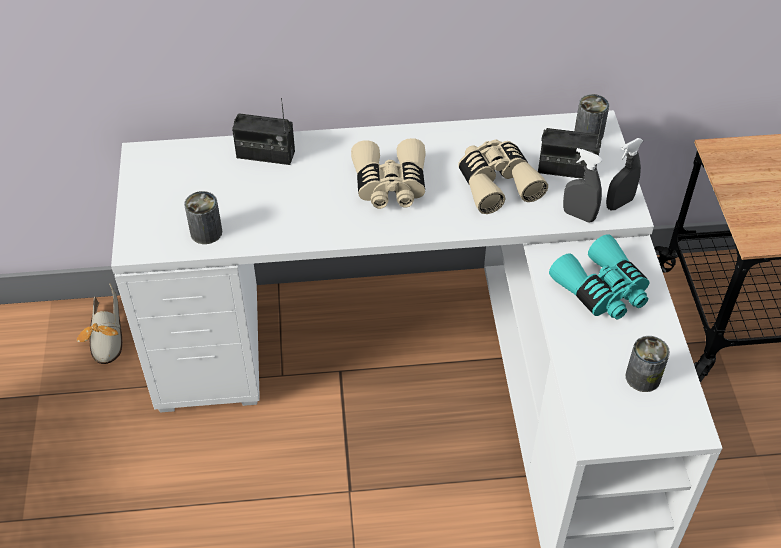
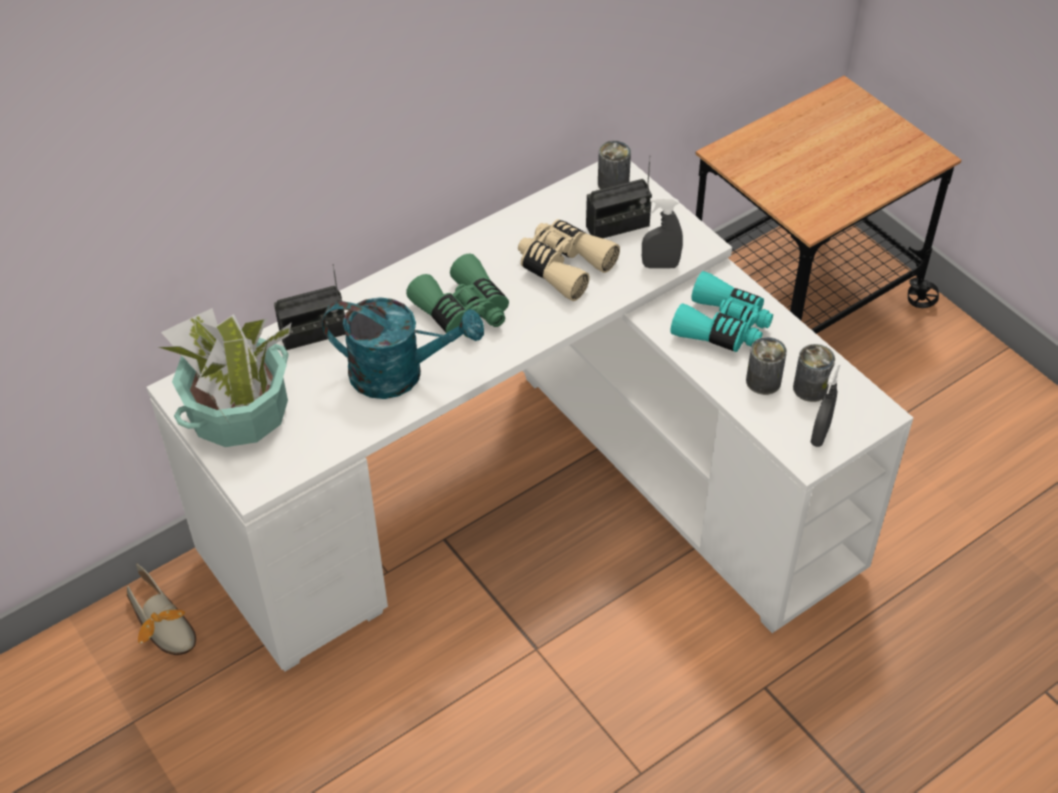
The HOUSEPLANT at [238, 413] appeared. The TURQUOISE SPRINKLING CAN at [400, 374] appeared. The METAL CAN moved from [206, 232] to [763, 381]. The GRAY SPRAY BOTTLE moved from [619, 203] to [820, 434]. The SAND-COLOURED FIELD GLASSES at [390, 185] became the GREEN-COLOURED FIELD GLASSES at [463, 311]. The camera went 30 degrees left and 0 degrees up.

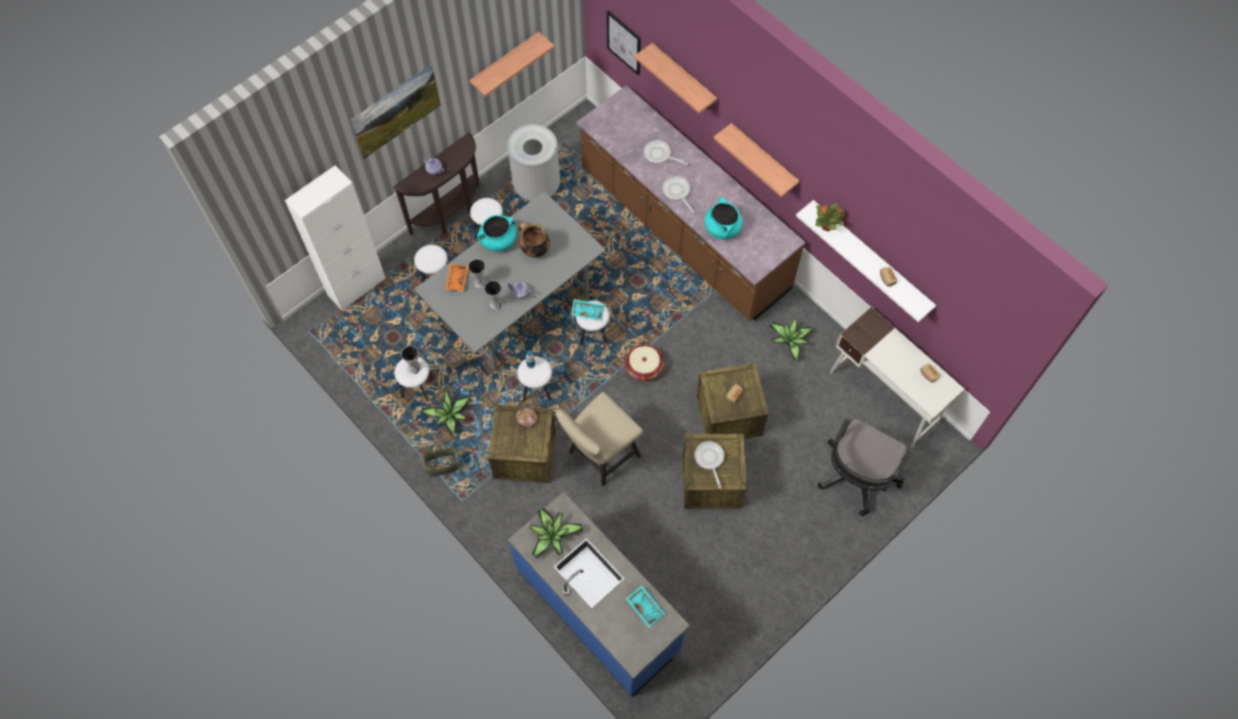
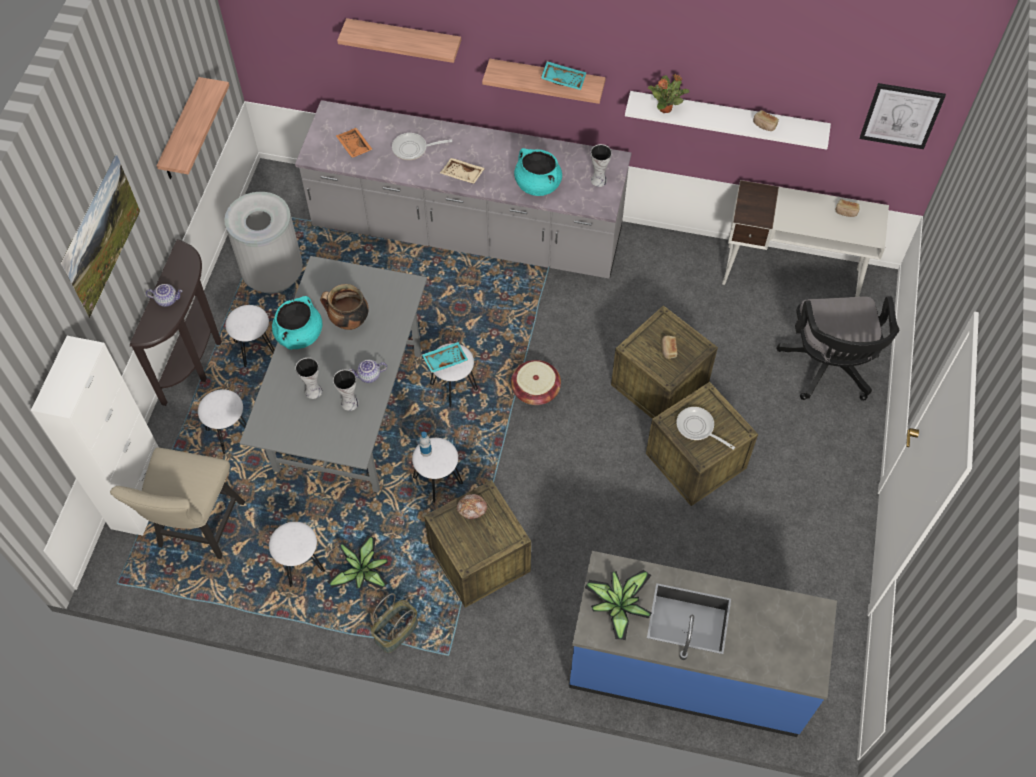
The HOUSEPLANT at [790, 340] disappeared. The DECORATIVE VASE moved from [415, 367] to [598, 179]. The ORANGE CARRYING TRAY moved from [456, 279] to [354, 147]. The SAND-COLOURED CHAIR moved from [600, 456] to [198, 530]. The WALL ART moved from [624, 42] to [901, 115]. The TURQUOISE CARRYING TRAY moved from [646, 607] to [563, 79]. The PAN at [677, 192] was replaced by the SAND-COLOURED CARRYING TRAY at [462, 175]. The BROWNISH COUNTER at [683, 230] became the GRAY COUNTER at [467, 232]. The camera went 35 degrees left and 5 degrees down.

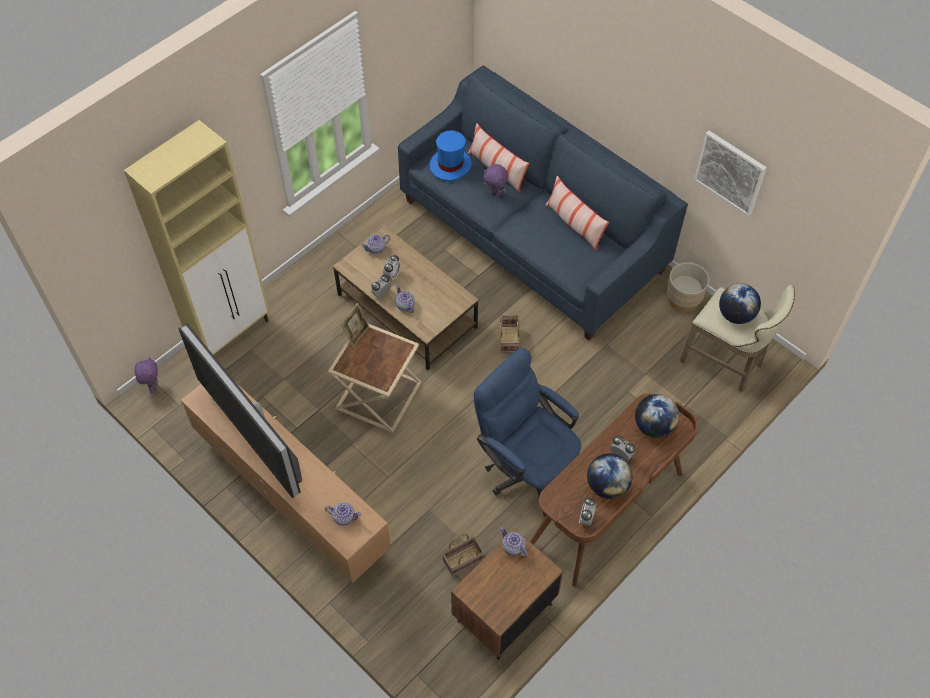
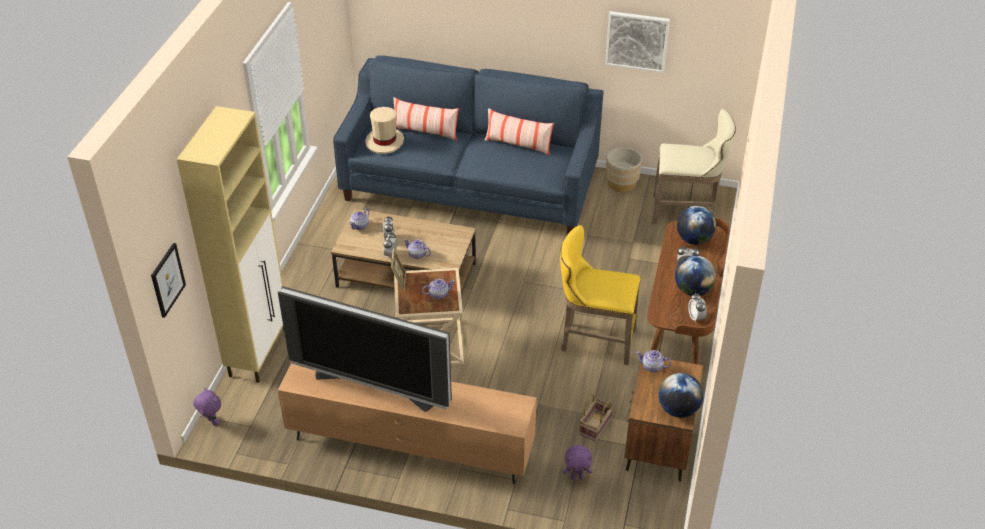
The HOUSEHOLD BASKET at [508, 339] disappeared. The WALL ART at [167, 280] appeared. The POT FOR TEA moved from [343, 517] to [438, 294]. The PURPLE-COLOURED PLUSH TOY moved from [495, 193] to [577, 477]. The GLOBE moved from [735, 315] to [678, 410]. The BLUISH OFFICE CHAIR at [526, 467] was replaced by the YELLOWISH STOOL at [593, 341]. The BLUISH WEARABLE HAT at [450, 165] became the SAND-COLOURED WEARABLE HAT at [385, 142]. The camera went 30 degrees left and 15 degrees down.

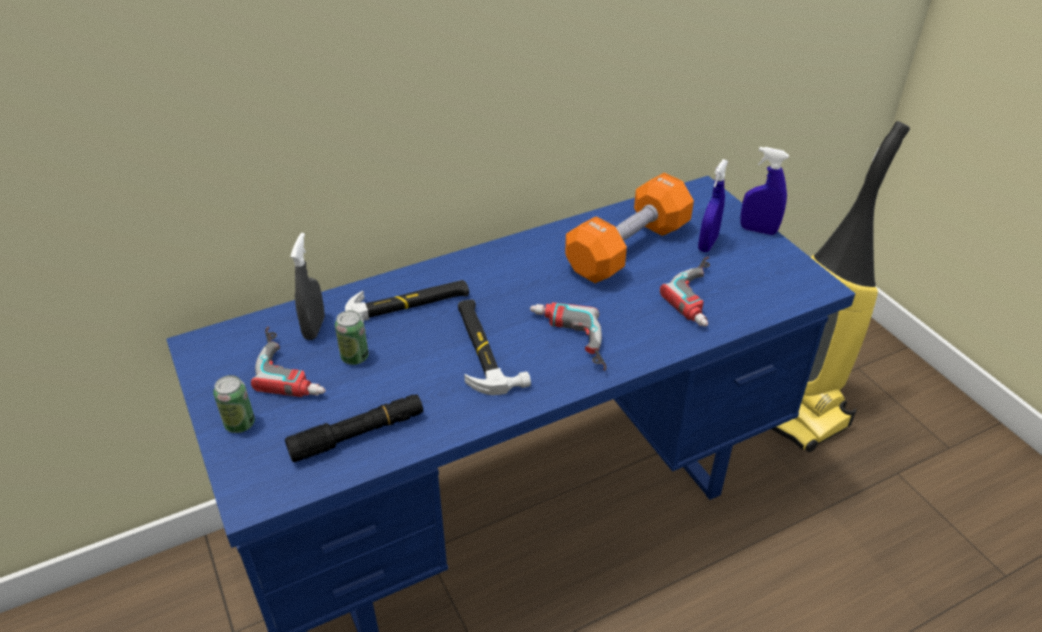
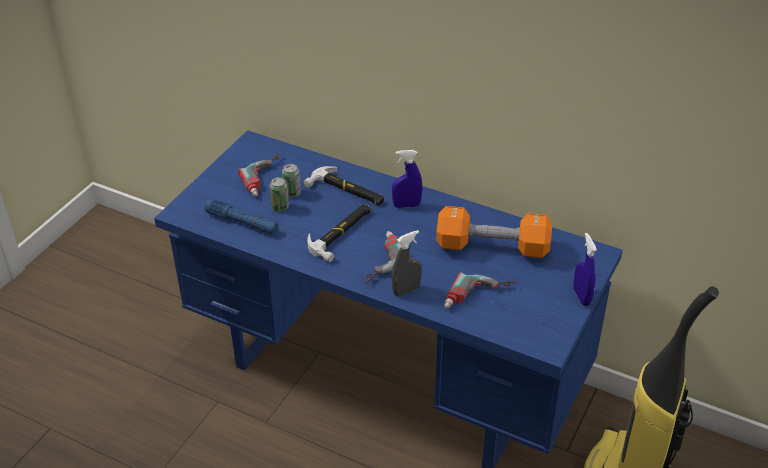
The METAL CAN moved from [240, 424] to [280, 207]. The GRAY SPRAY BOTTLE moved from [314, 328] to [406, 290]. The BLUISH SPRAY BOTTLE moved from [707, 244] to [406, 205]. The BLACK-COLOURED TORCH at [358, 435] became the BLUISH TORCH at [242, 223]. The camera went 55 degrees right and 0 degrees up.

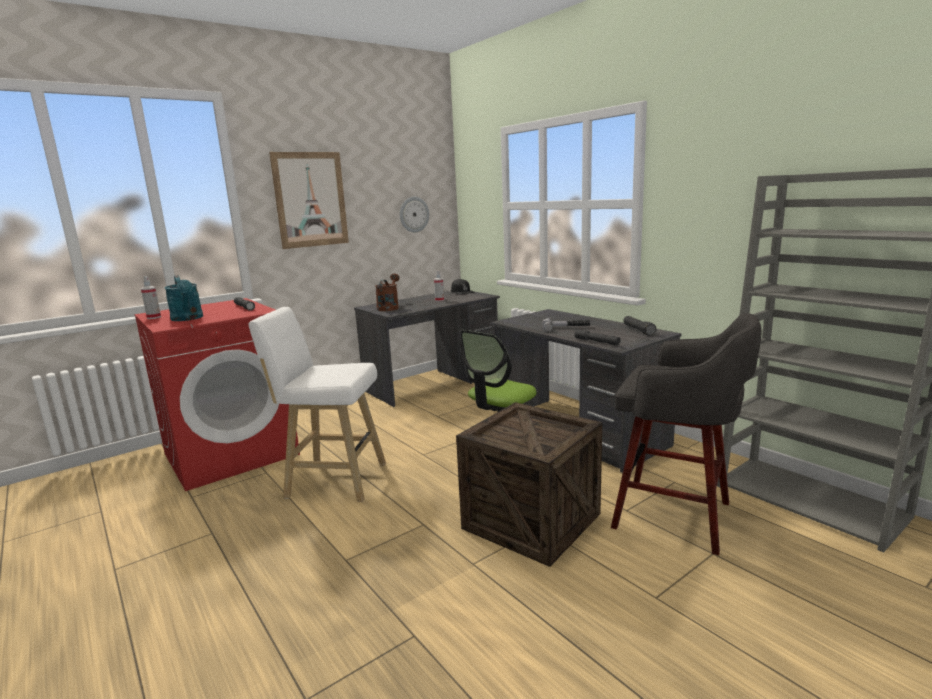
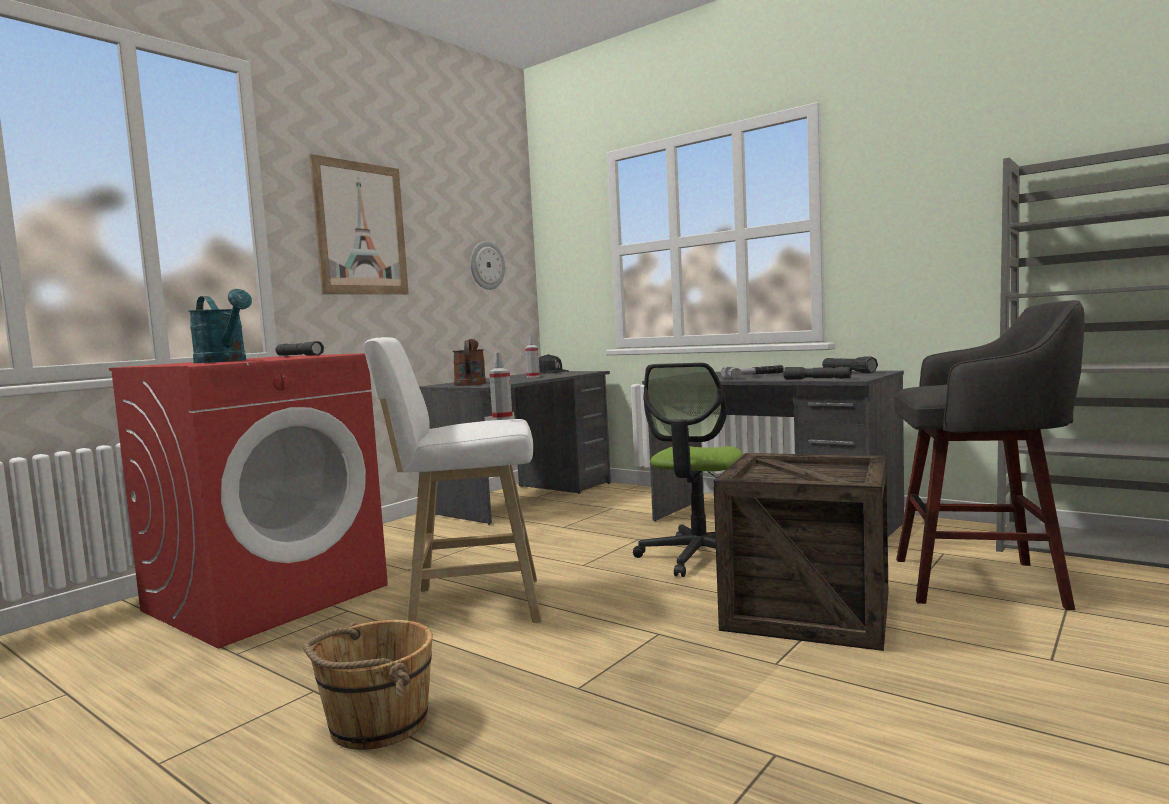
The BROWNISH BUCKET at [377, 724] appeared. The SPRAY BOTTLE moved from [154, 317] to [502, 418]. The camera went 15 degrees left and 10 degrees down.

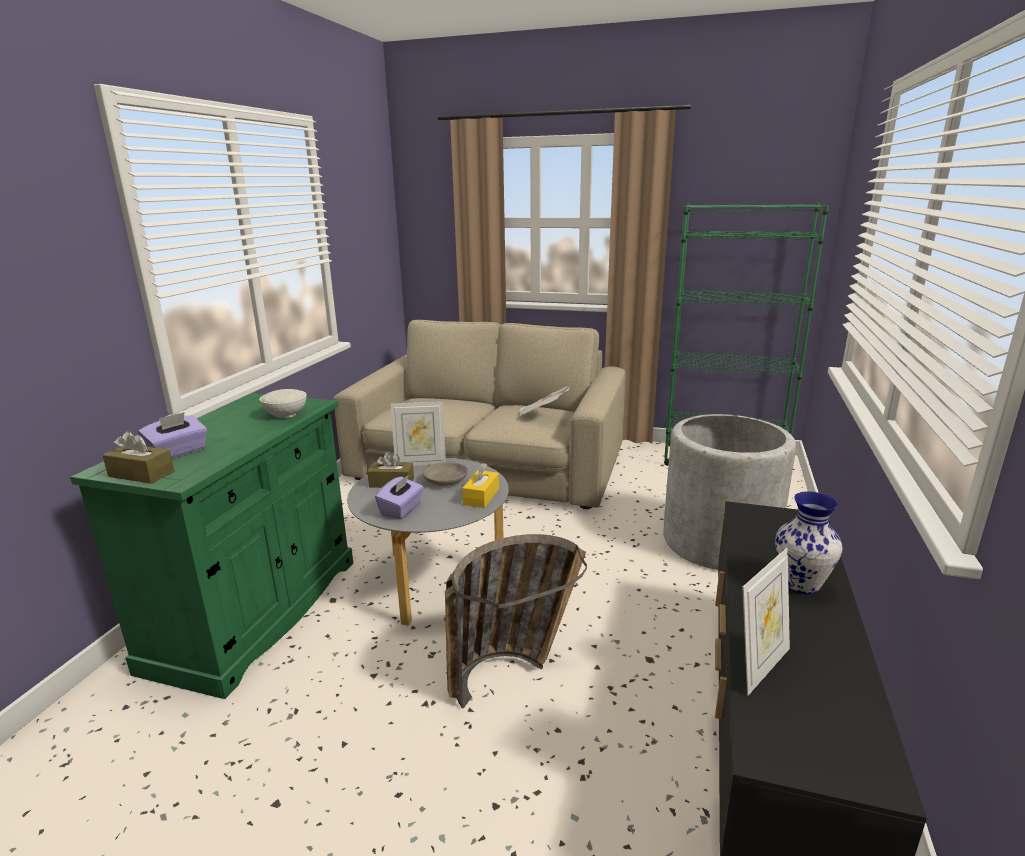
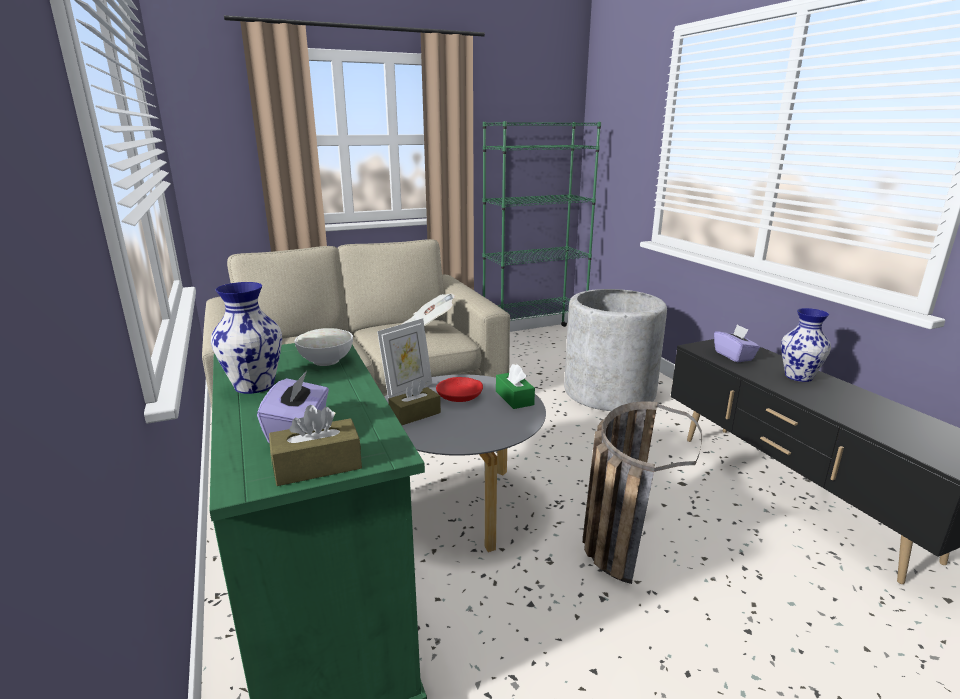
The STANDING FRAME at [760, 666] disappeared. The DECORATIVE VASE at [255, 385] appeared. The PURPLE-COLOURED BOX OF TISSUES moved from [401, 510] to [734, 356]. The GRAY SERVING BOWL at [446, 480] became the RED SERVING BOWL at [460, 396]. The YELLOWISH BOX OF TISSUES at [481, 496] became the GREEN-COLOURED BOX OF TISSUES at [514, 398]. The camera went 40 degrees left and 0 degrees up.

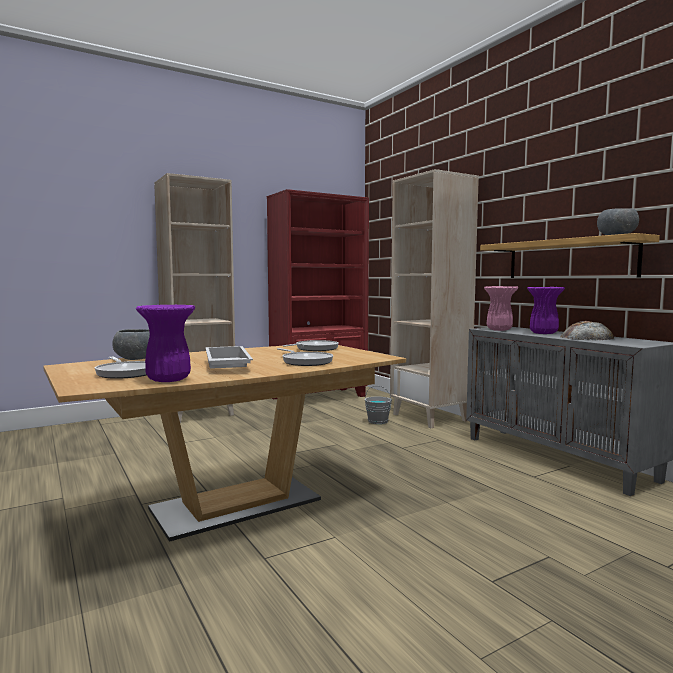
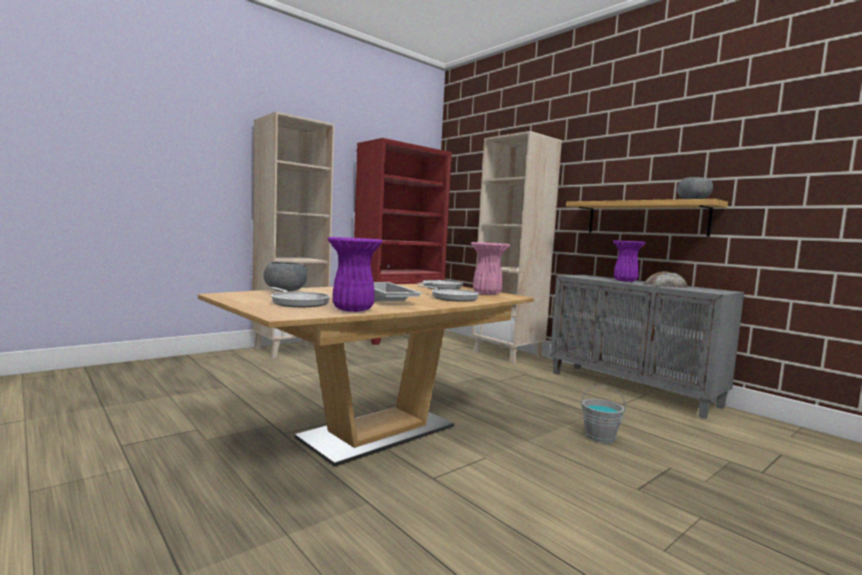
The GRAY BUCKET moved from [378, 421] to [600, 437]. The PINKISH DECORATIVE VASE moved from [500, 330] to [487, 294]. The camera went 10 degrees left and 0 degrees up.

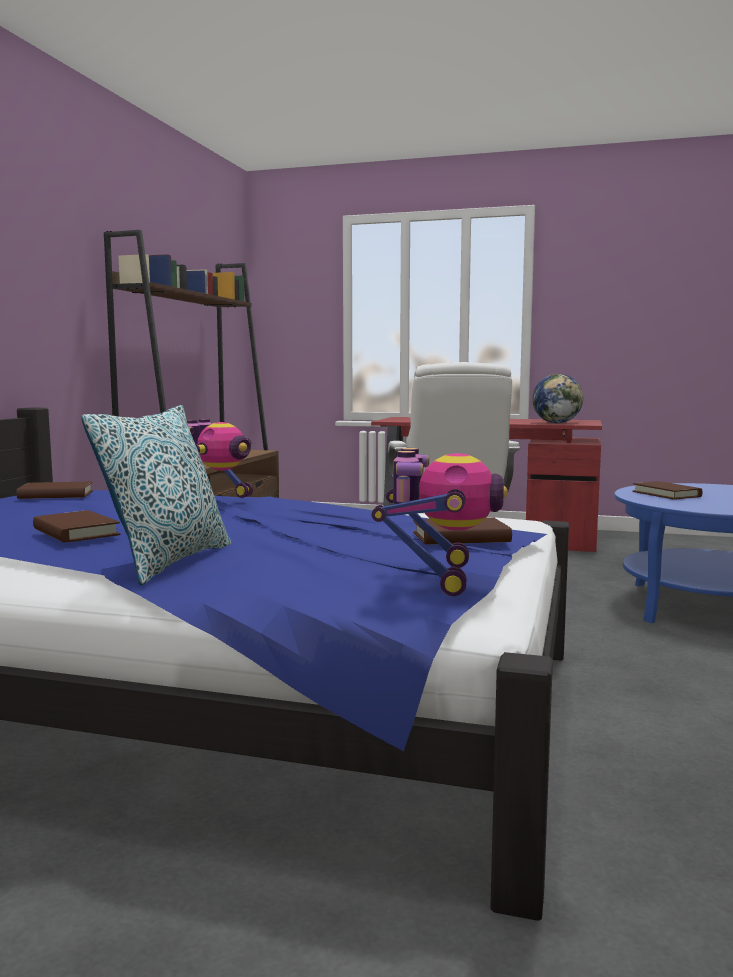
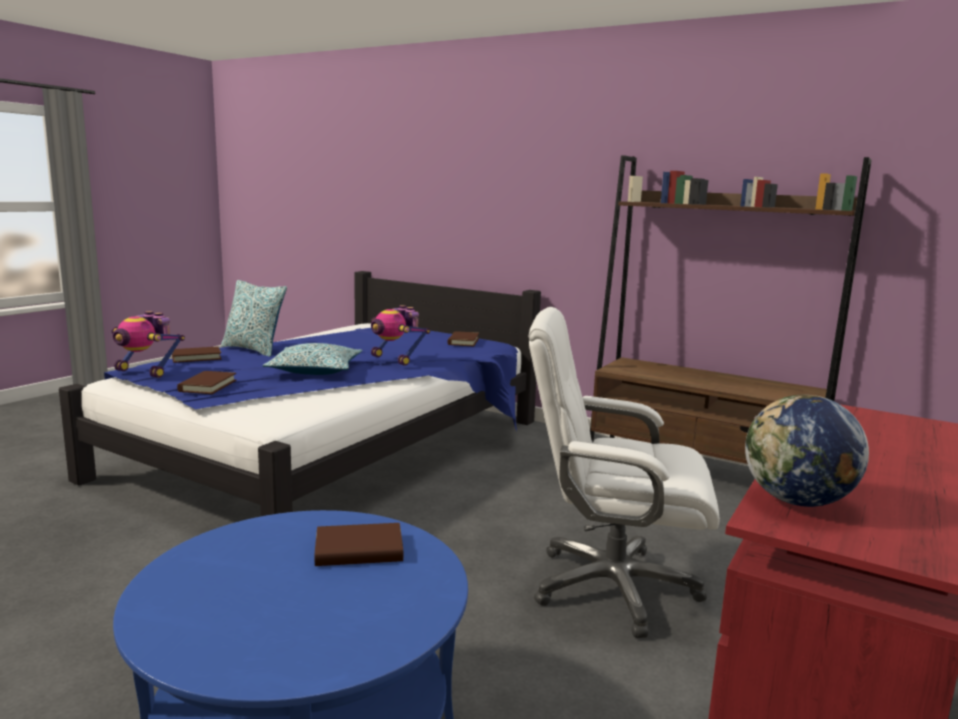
The PILLOW at [315, 370] appeared. The BROWNISH VOLUME moved from [76, 532] to [196, 357]. The camera went 105 degrees right and 5 degrees up.

